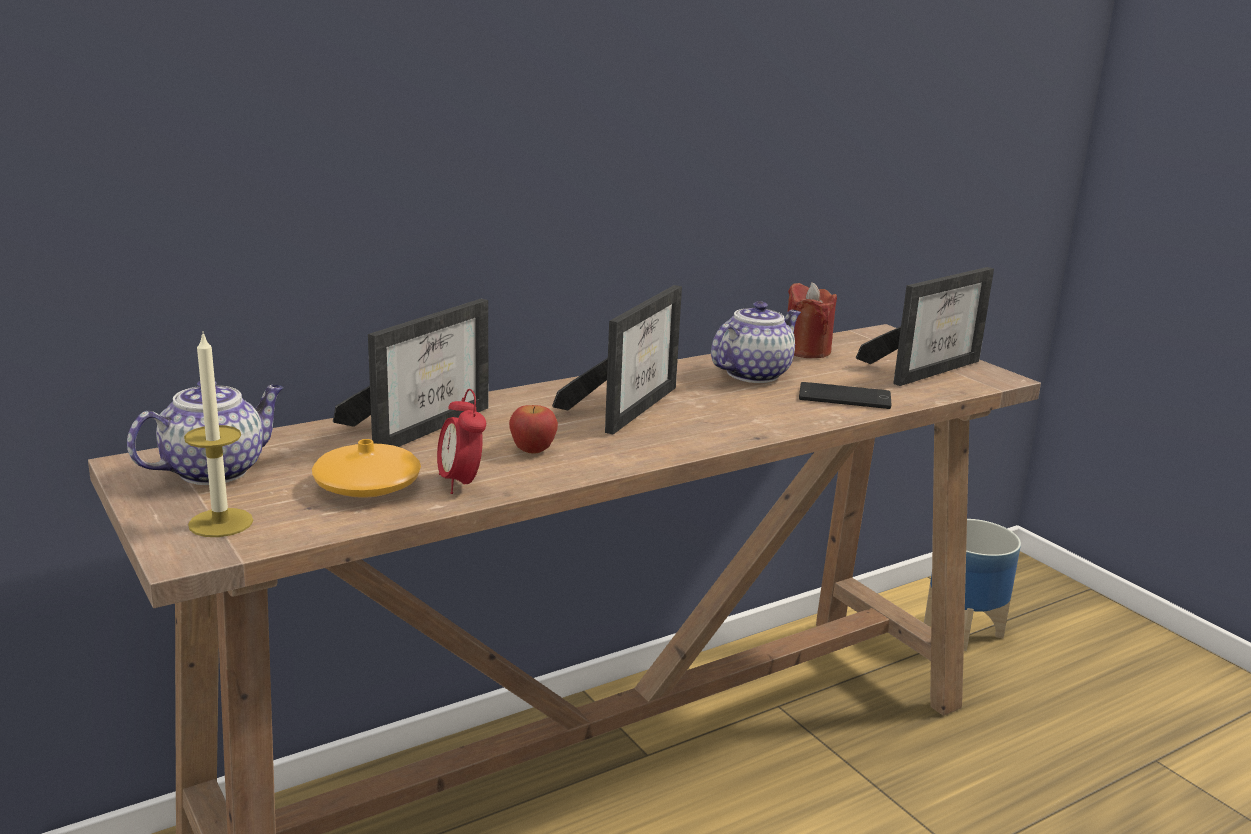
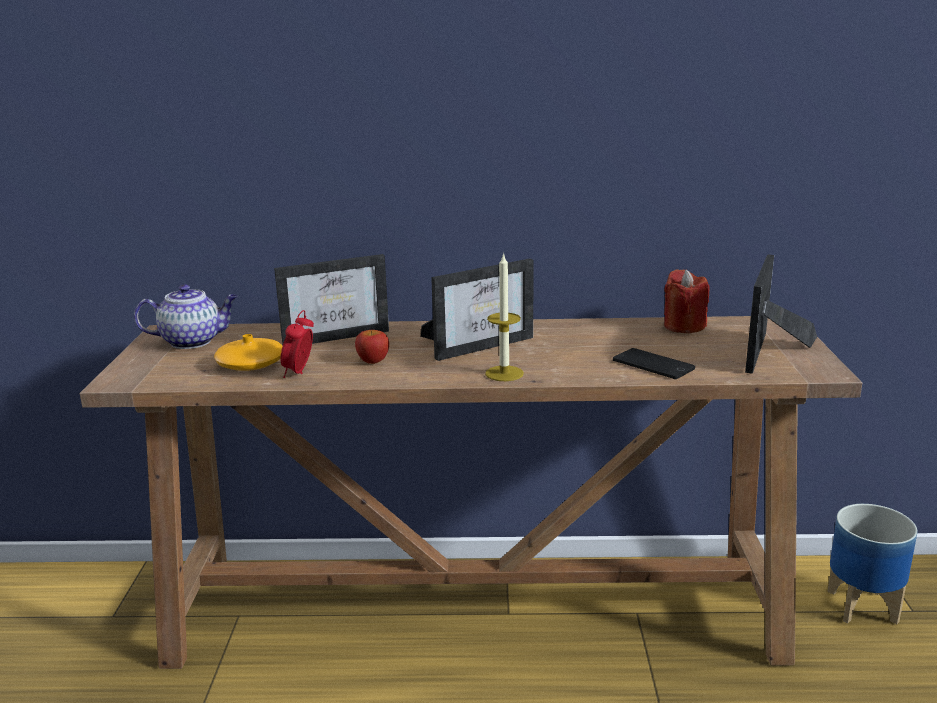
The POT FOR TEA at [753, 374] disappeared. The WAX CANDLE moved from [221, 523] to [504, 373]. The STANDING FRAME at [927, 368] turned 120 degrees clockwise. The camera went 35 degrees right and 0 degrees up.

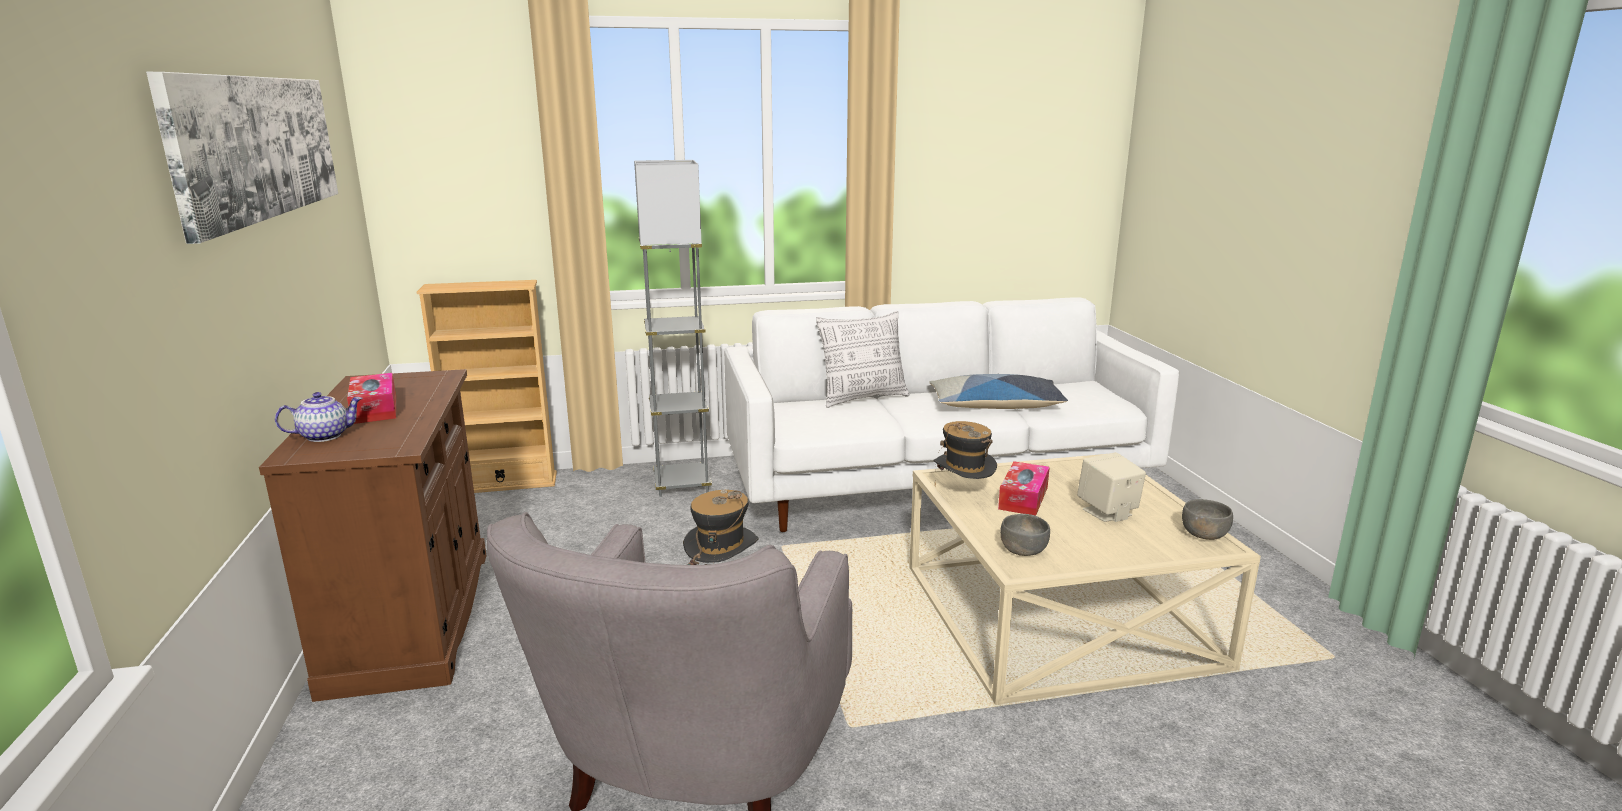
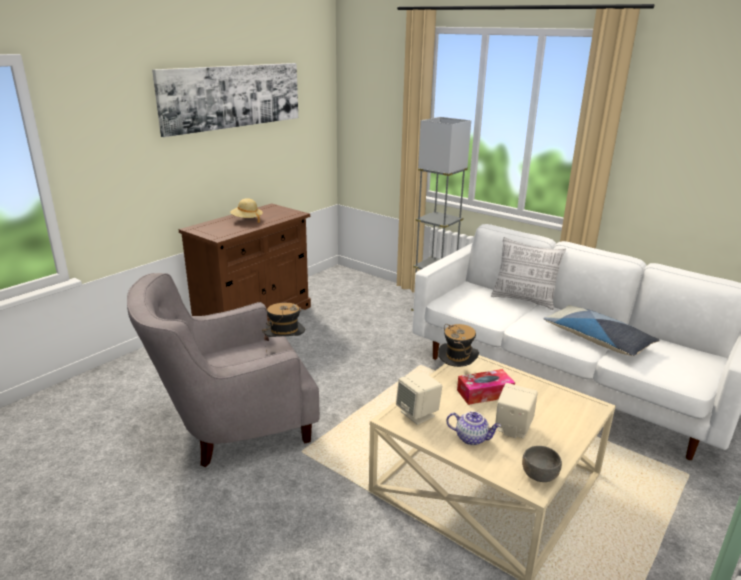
The SAND-COLOURED BOOKCASE at [503, 483] disappeared. The POT FOR TEA moved from [325, 436] to [472, 438]. The BOX OF TISSUES at [374, 409] was replaced by the SAND-COLOURED WEARABLE HAT at [247, 220]. The GRAY SERVING BOWL at [1023, 550] was replaced by the SAND-COLOURED SPEAKER at [418, 414]. The camera went 50 degrees right and 5 degrees up.

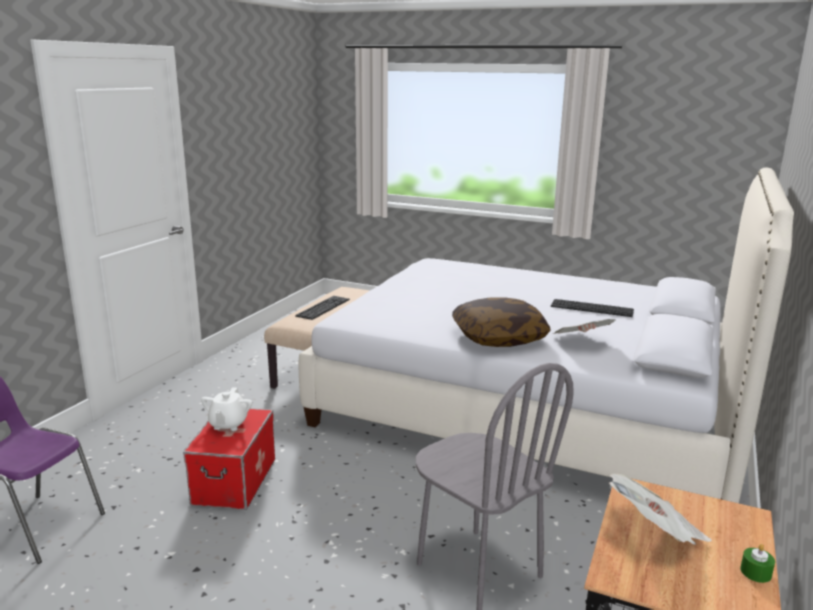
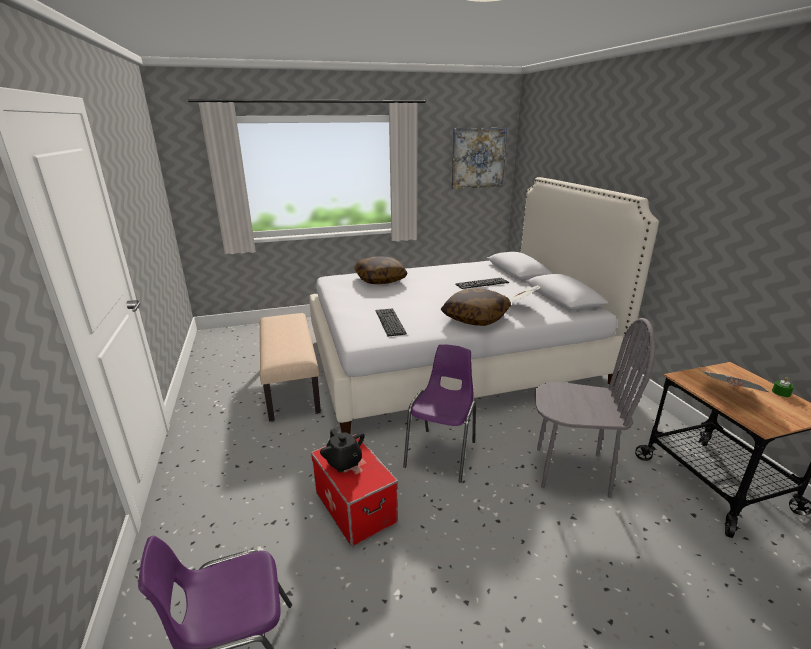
The PILLOW at [380, 279] appeared. The PURPLE-COLOURED CHAIR at [442, 453] appeared. The WALL ART at [478, 158] appeared. The PC KEYBOARD moved from [323, 307] to [390, 322]. The WHITISH POT FOR TEA at [228, 424] became the BLACK-COLOURED POT FOR TEA at [344, 462]. The camera went 40 degrees left and 5 degrees up.

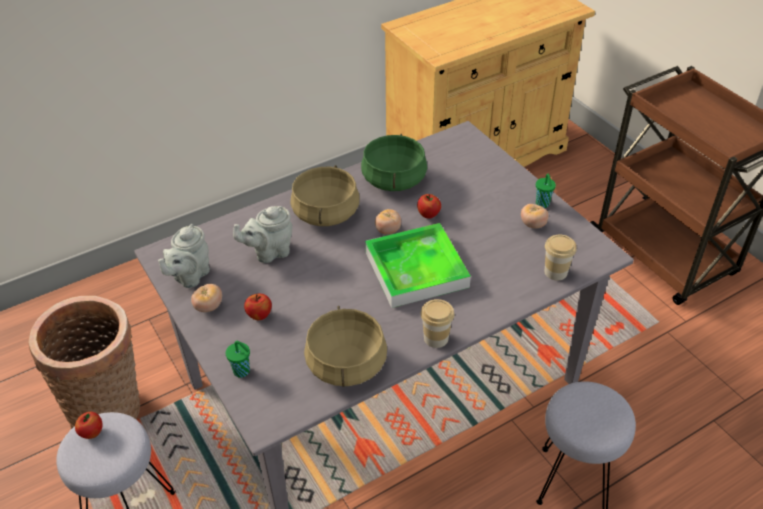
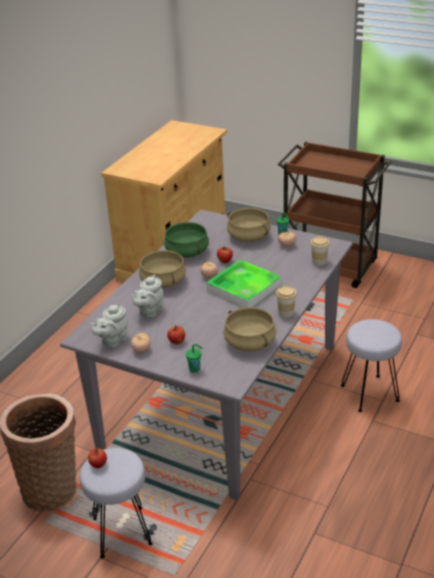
The SAND-COLOURED STOCKPOT at [248, 237] appeared. The GRAY POT FOR TEA at [190, 276] turned 45 degrees clockwise. The camera went 30 degrees left and 10 degrees down.

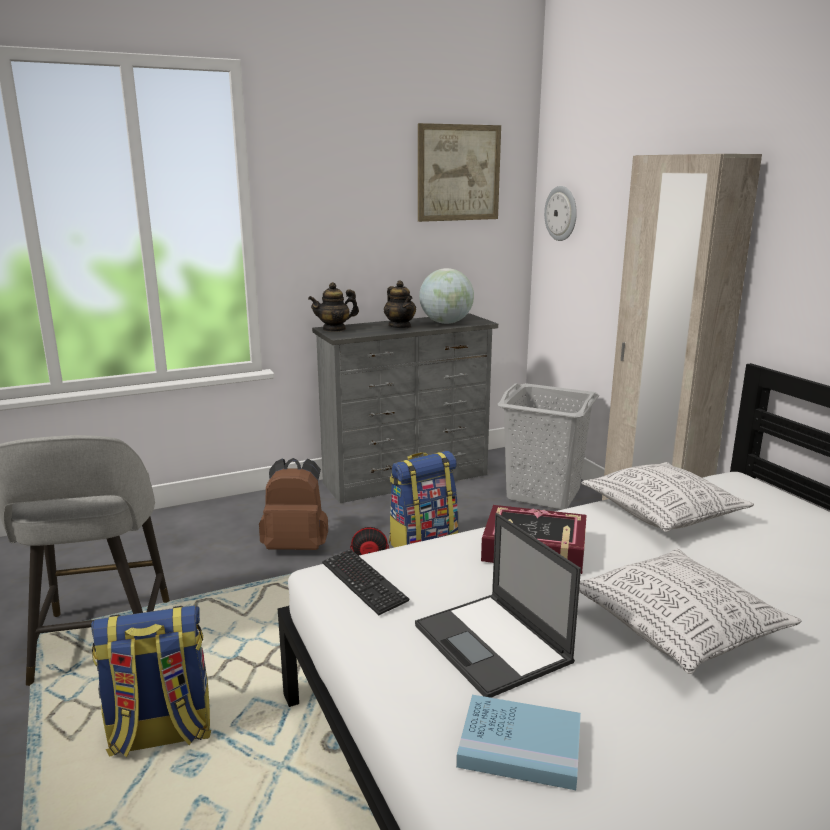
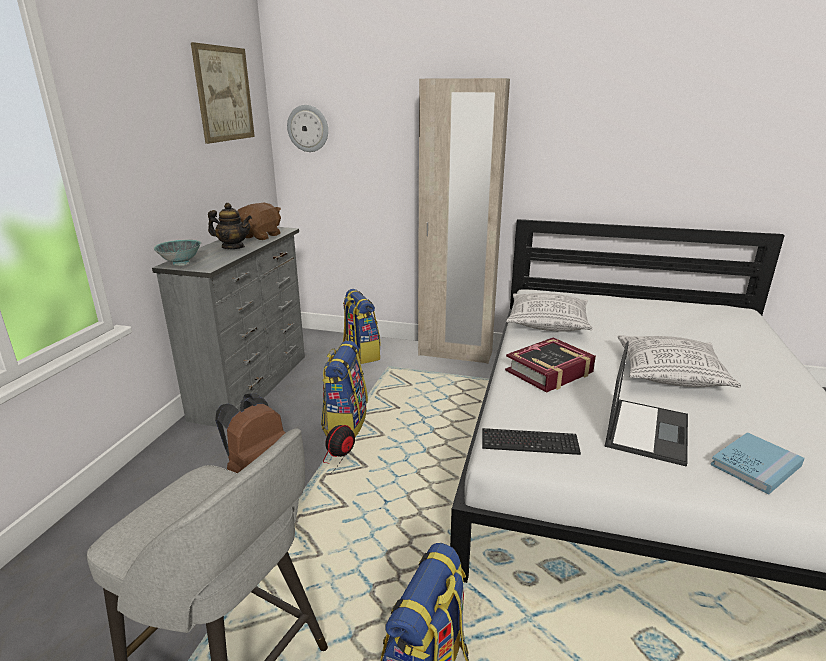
The POT FOR TEA at [334, 329] was replaced by the SERVING BOWL at [181, 263]. The GLOBE at [446, 323] was replaced by the BROWNISH PLUSH TOY at [261, 236]. The GRAY HAMPER at [543, 493] was replaced by the KNAPSACK at [360, 354]. The LAPTOP at [493, 644] turned 75 degrees counterclockwise. The camera went 50 degrees left and 5 degrees up.

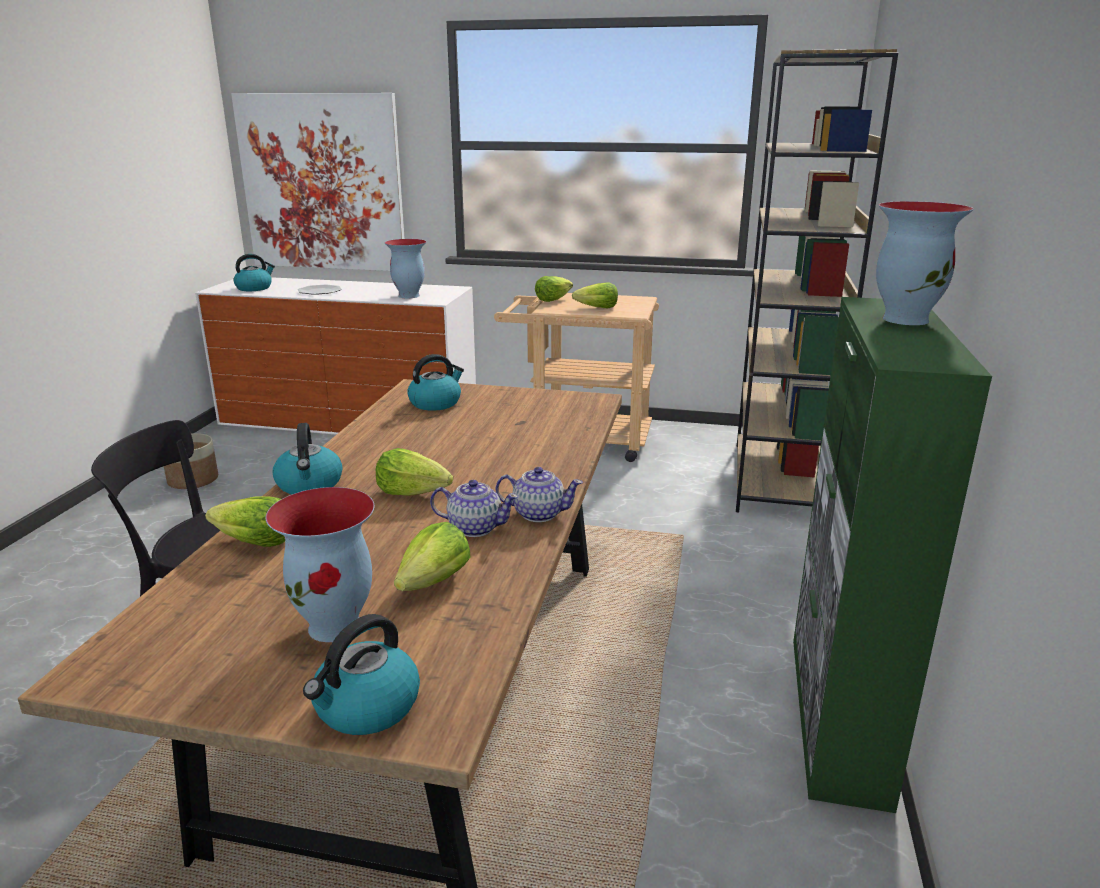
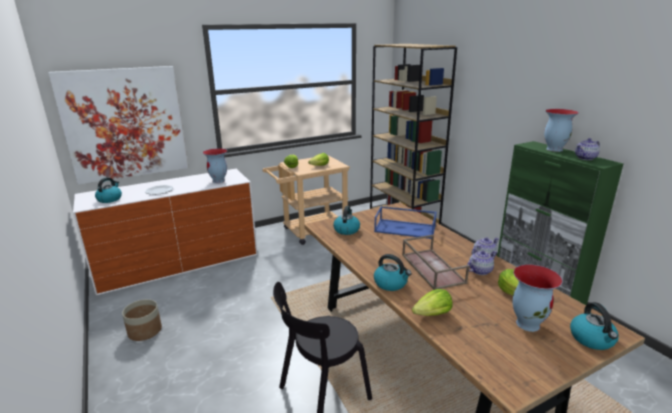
The BLUISH CARRYING TRAY at [405, 228] appeared. The POT FOR TEA at [585, 158] appeared. The LETTUCE at [413, 492] was replaced by the BROWNISH CARRYING TRAY at [431, 268]. The camera went 40 degrees left and 0 degrees up.

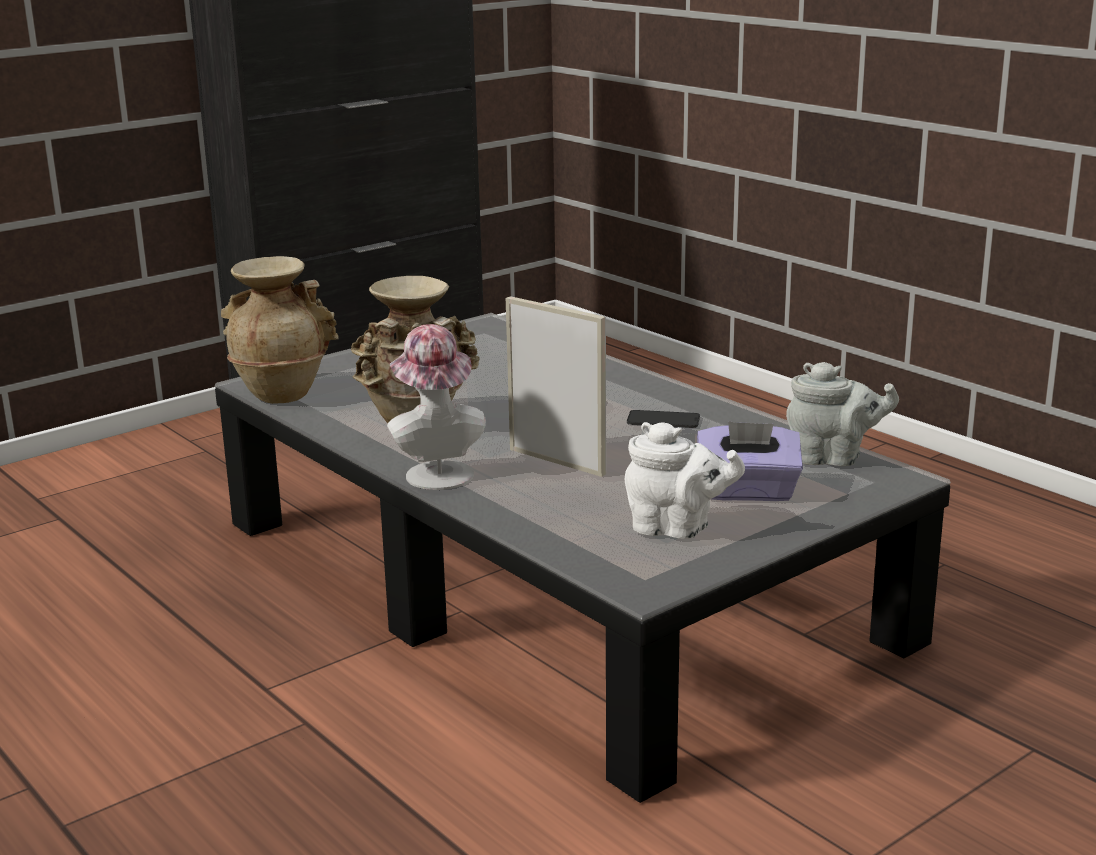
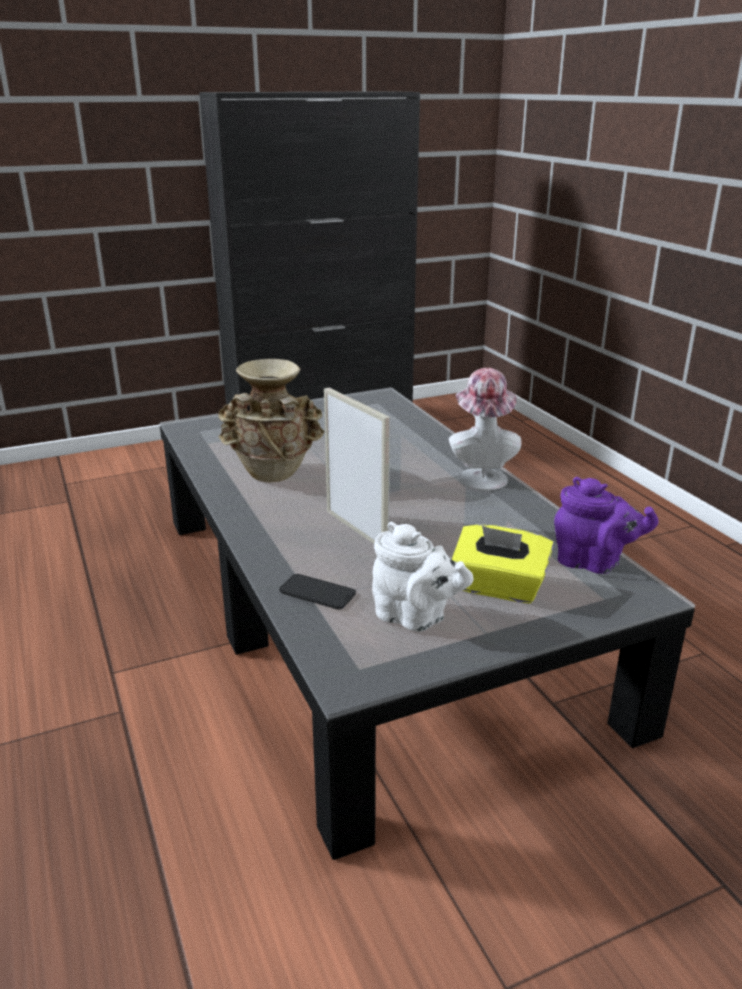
The SAND-COLOURED DECORATIVE VASE at [281, 393] disappeared. The WEARABLE HAT moved from [436, 472] to [480, 476]. The PHONE moved from [663, 420] to [317, 592]. The PURPLE-COLOURED BOX OF TISSUES at [747, 492] became the YELLOWISH BOX OF TISSUES at [499, 587]. The GRAY POT FOR TEA at [833, 458] became the PURPLE-COLOURED POT FOR TEA at [593, 563]. The camera went 15 degrees right and 5 degrees up.

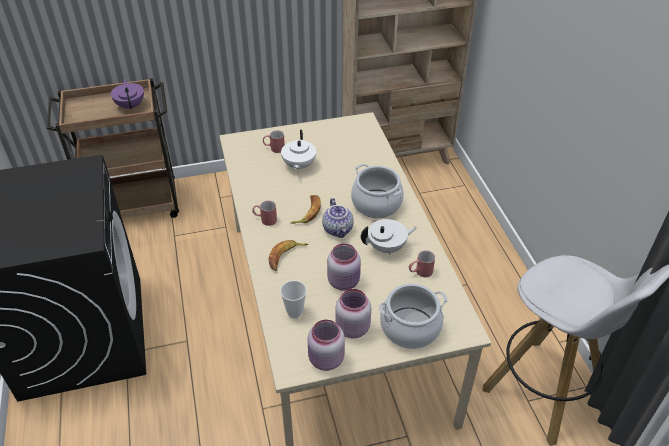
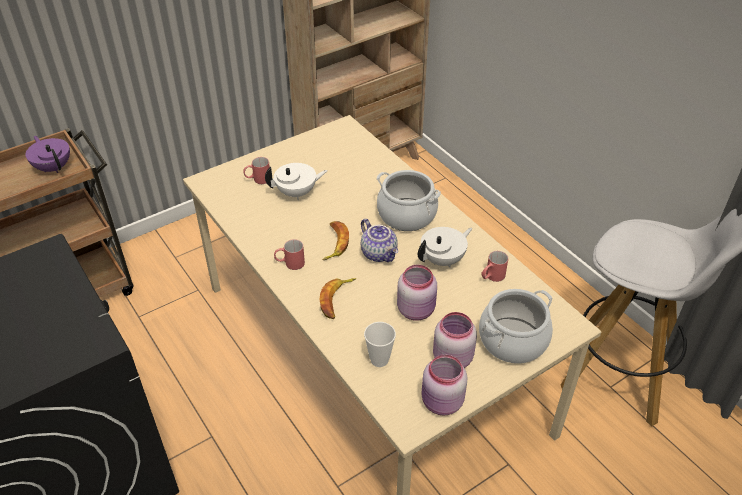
The WHITISH POT FOR TEA at [298, 166] turned 90 degrees counterclockwise. The camera went 20 degrees left and 0 degrees up.

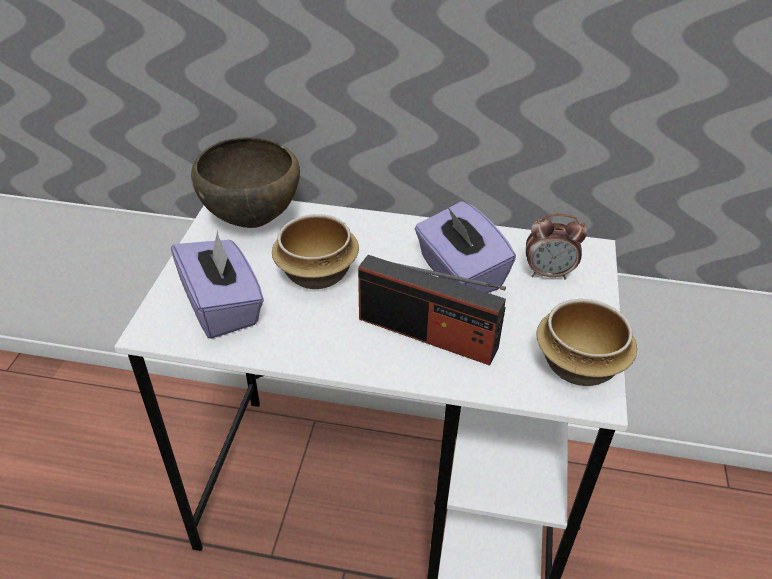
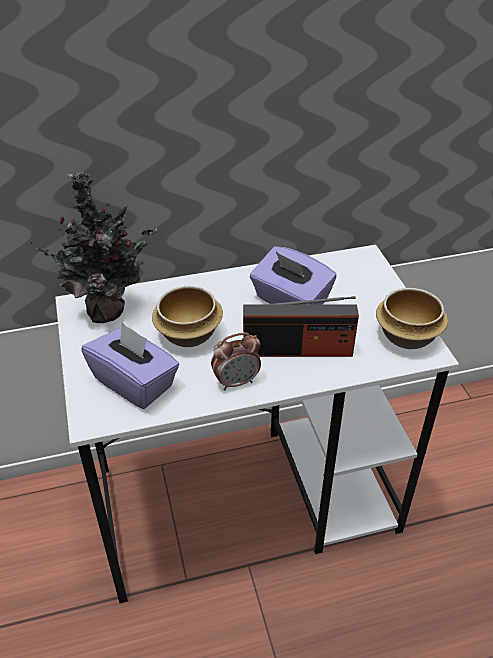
The TABLE CLOCK moved from [548, 273] to [236, 382]. The BROWNISH SERVING BOWL at [253, 220] was replaced by the HOUSEPLANT at [108, 309]. The camera went 25 degrees left and 0 degrees up.

